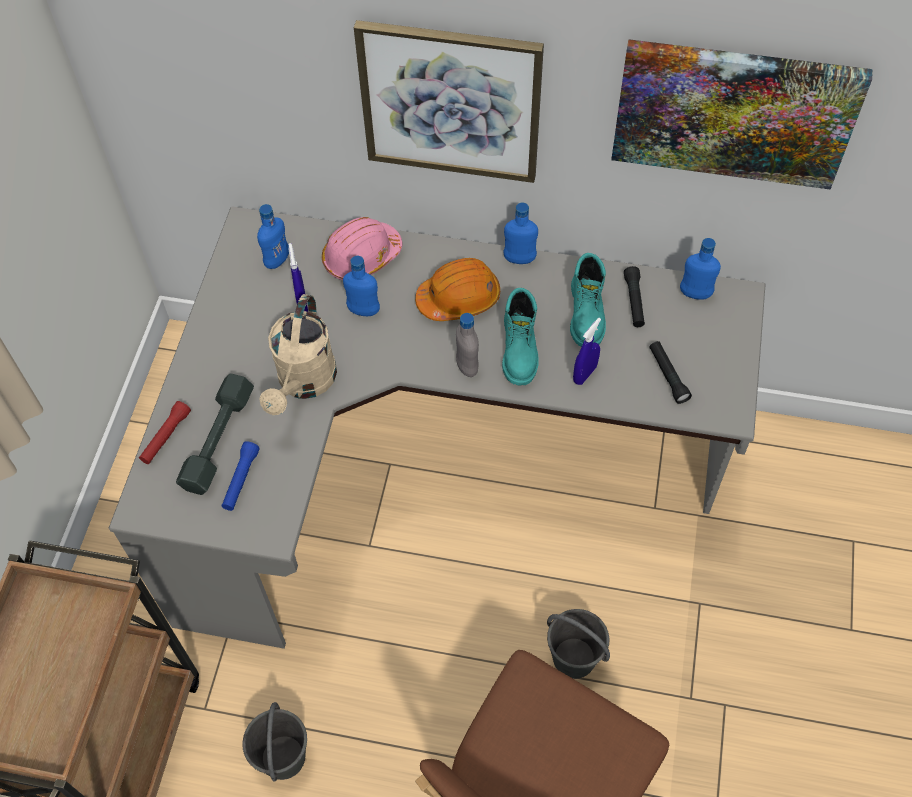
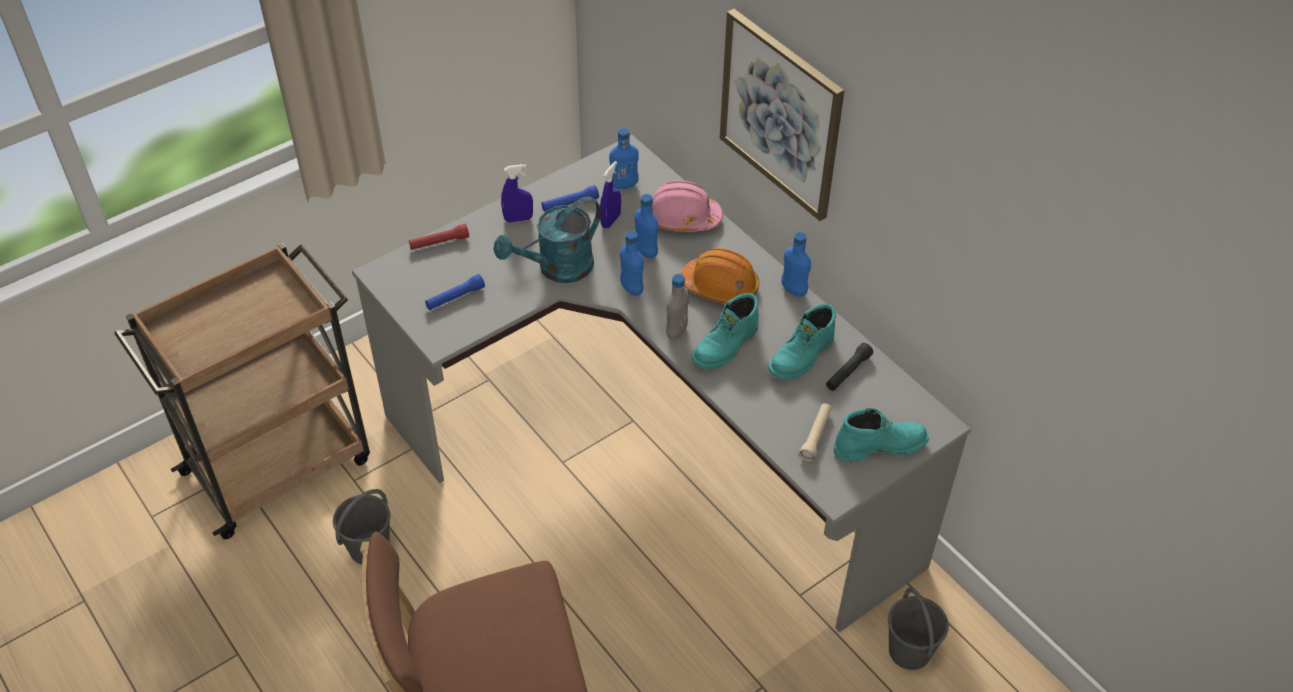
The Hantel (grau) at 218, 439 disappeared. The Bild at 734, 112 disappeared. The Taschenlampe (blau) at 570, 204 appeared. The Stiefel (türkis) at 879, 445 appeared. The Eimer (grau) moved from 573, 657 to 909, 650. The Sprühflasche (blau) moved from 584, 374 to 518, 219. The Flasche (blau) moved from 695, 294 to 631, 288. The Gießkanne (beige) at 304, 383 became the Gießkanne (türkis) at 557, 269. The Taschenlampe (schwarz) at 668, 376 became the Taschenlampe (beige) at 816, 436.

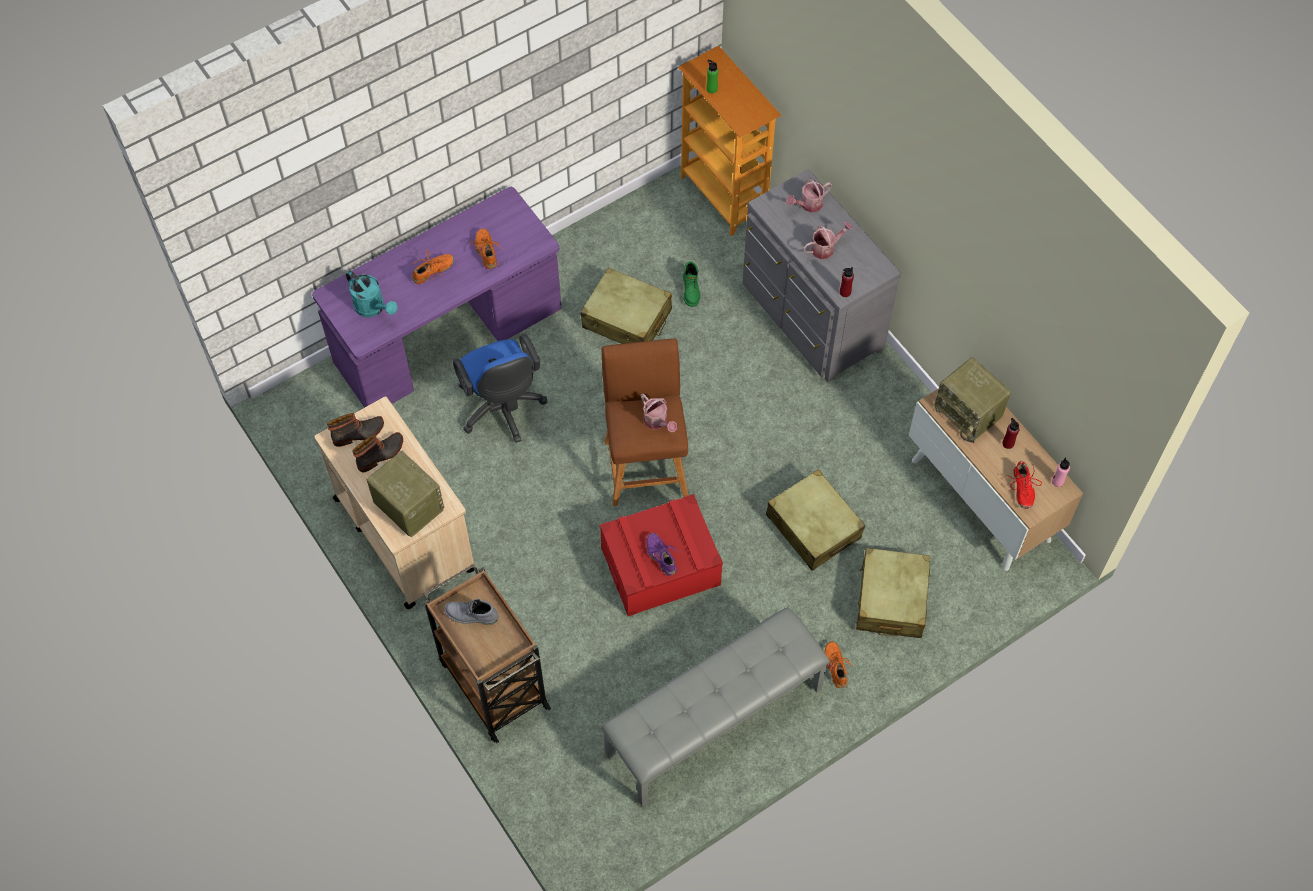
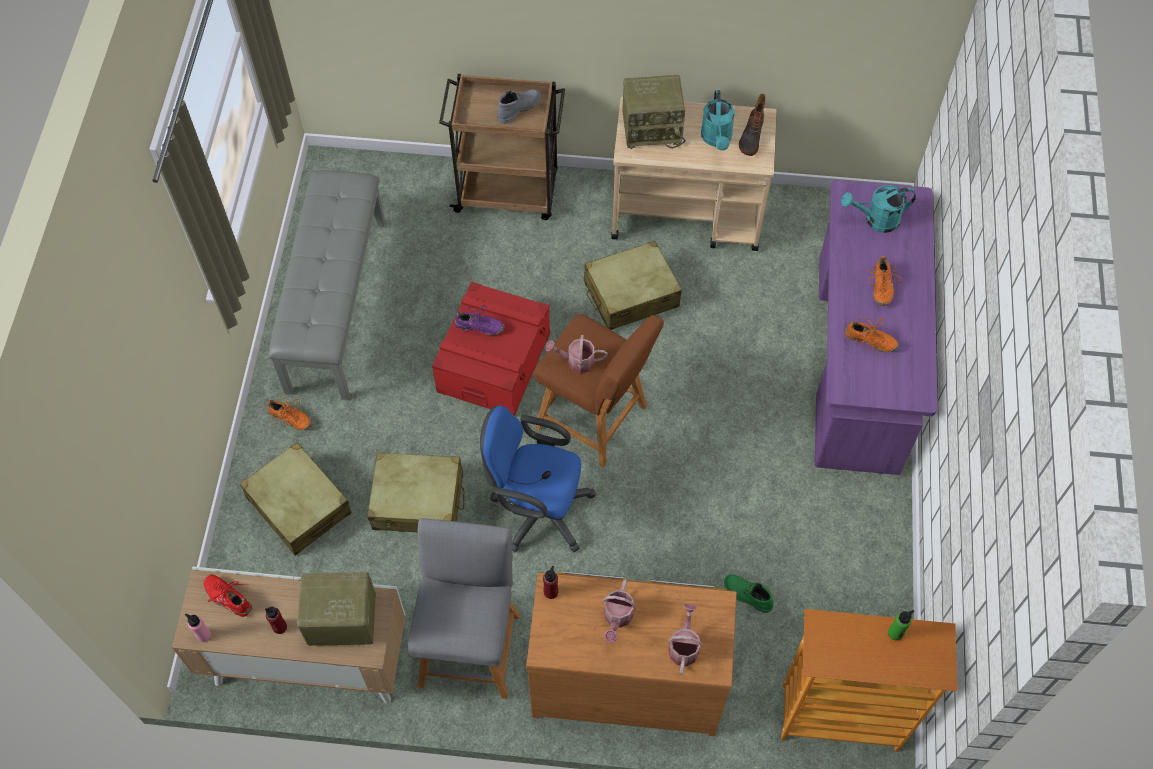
The Hocker (grau) at 470, 644 appeared. The Bürostuhl (blau) moved from 502, 410 to 537, 509. The Koffer (beige) moved from 627, 319 to 630, 294. The Stiefel at 381, 455 was replaced by the Gießkanne (türkis) at 717, 139. The Kommode (grau) at 810, 317 became the Kommode (braun) at 626, 678.

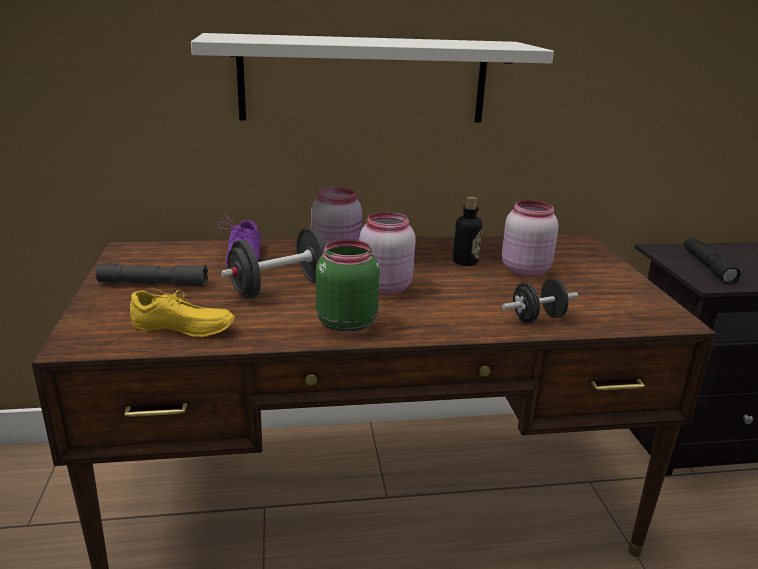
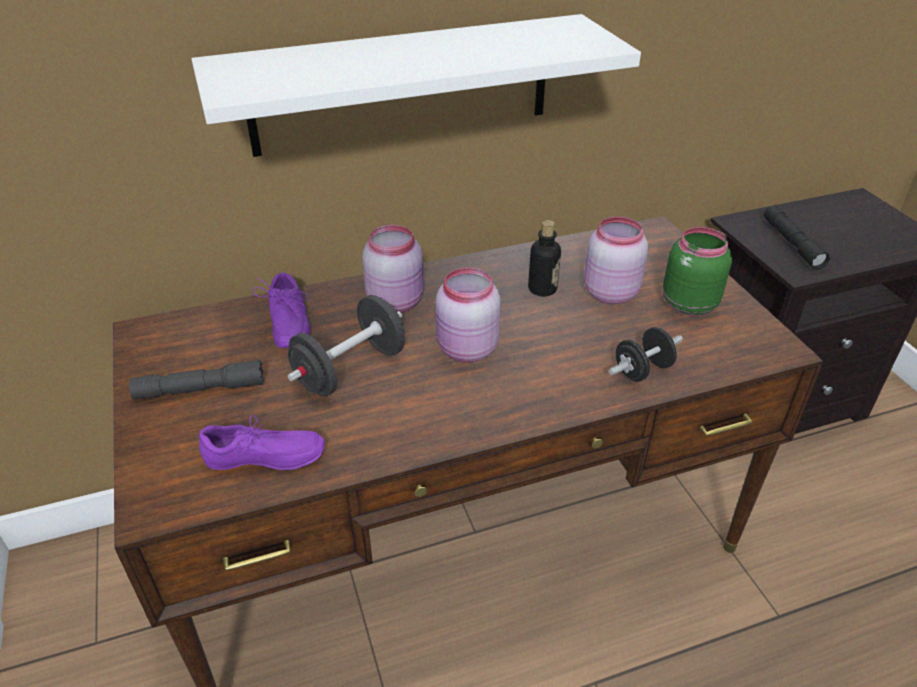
The Vorratsglas (grün) moved from 345, 324 to 687, 304. The Schuh (gelb) at 182, 329 became the Schuh (lila) at 264, 460.

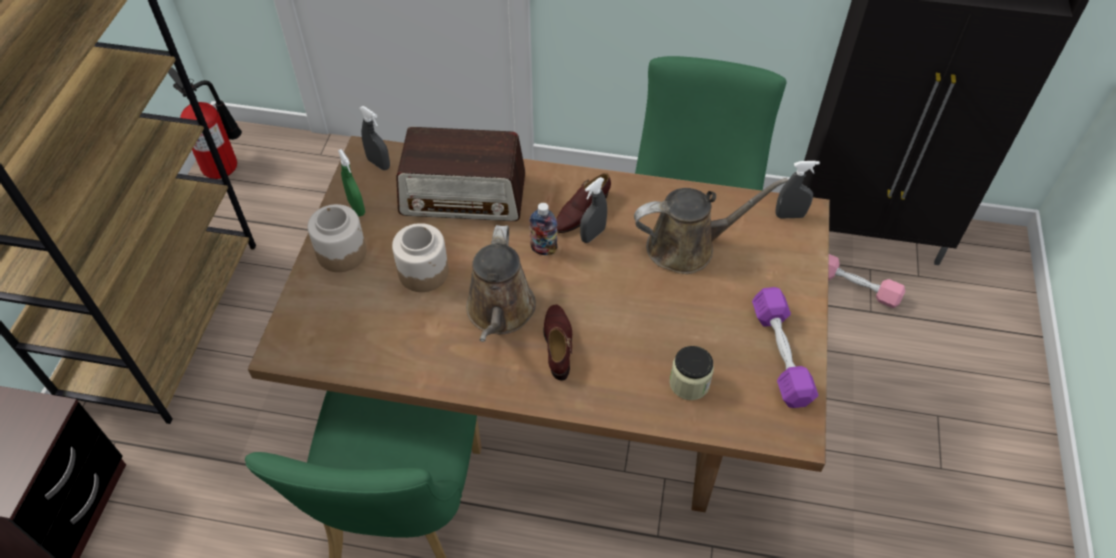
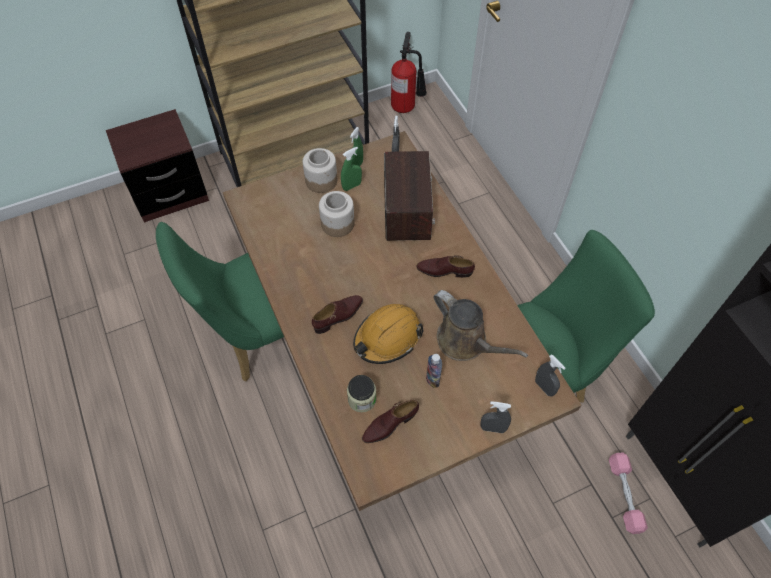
The Gießkanne (braun) at 500, 313 disappeared. The Hantel (lila) at 780, 355 disappeared. The Sprühflasche (grün) at 352, 186 appeared. The Schutzhelm (orange) at 387, 338 appeared. The Schuh (braun) at 389, 424 appeared. The Flasche moved from 543, 249 to 432, 379. The Sprühflasche (grau) moved from 593, 234 to 493, 428. The Radio at 464, 195 turned 150 degrees counterclockwise.

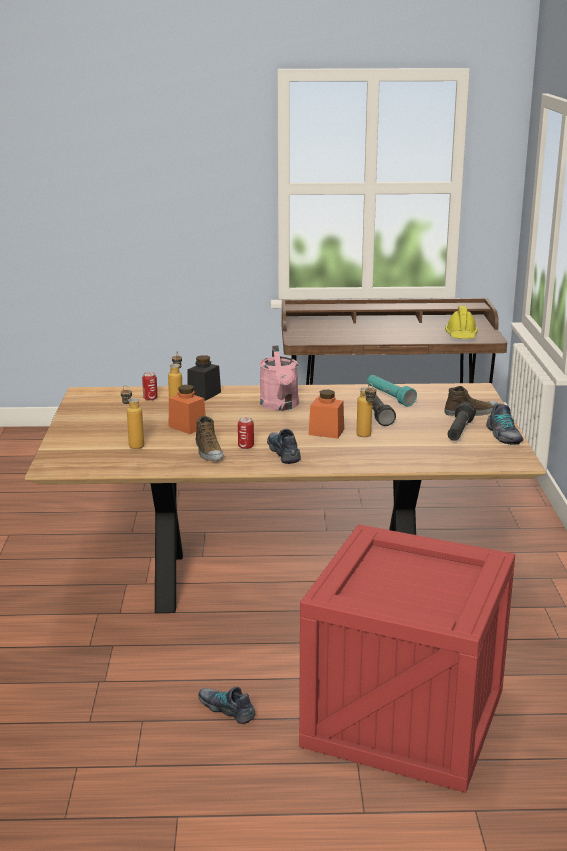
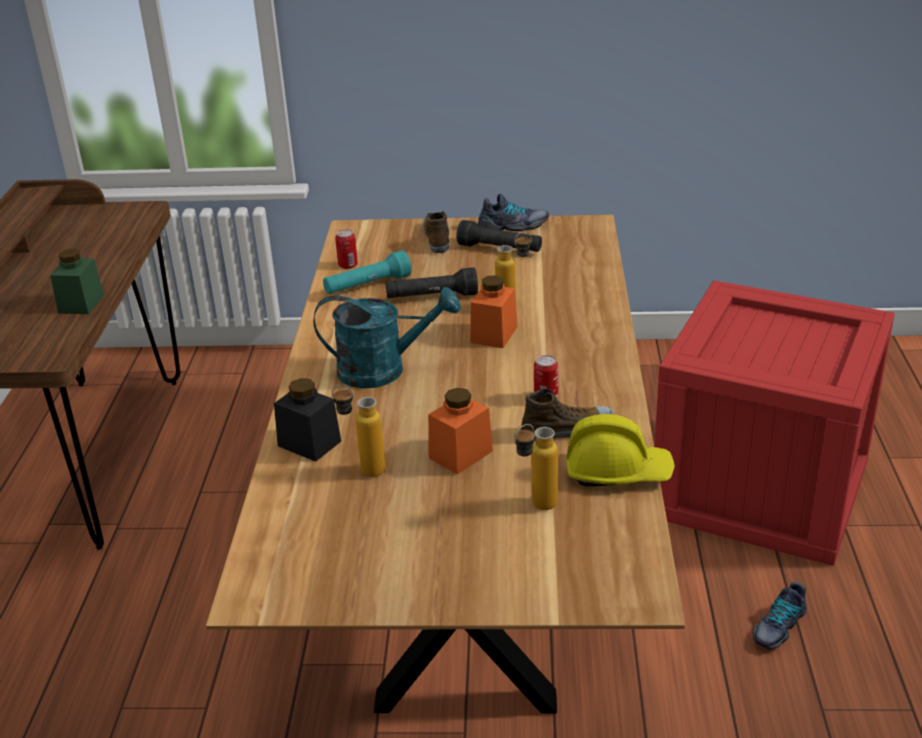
The Schuh at 284, 452 disappeared. The Vorratsglas (grün) at 81, 304 appeared. The Dose moved from 150, 398 to 348, 265. The Schutzhelm (gelb) moved from 461, 336 to 617, 471. The Gießkanne (rosa) at 280, 406 became the Gießkanne (türkis) at 384, 370.

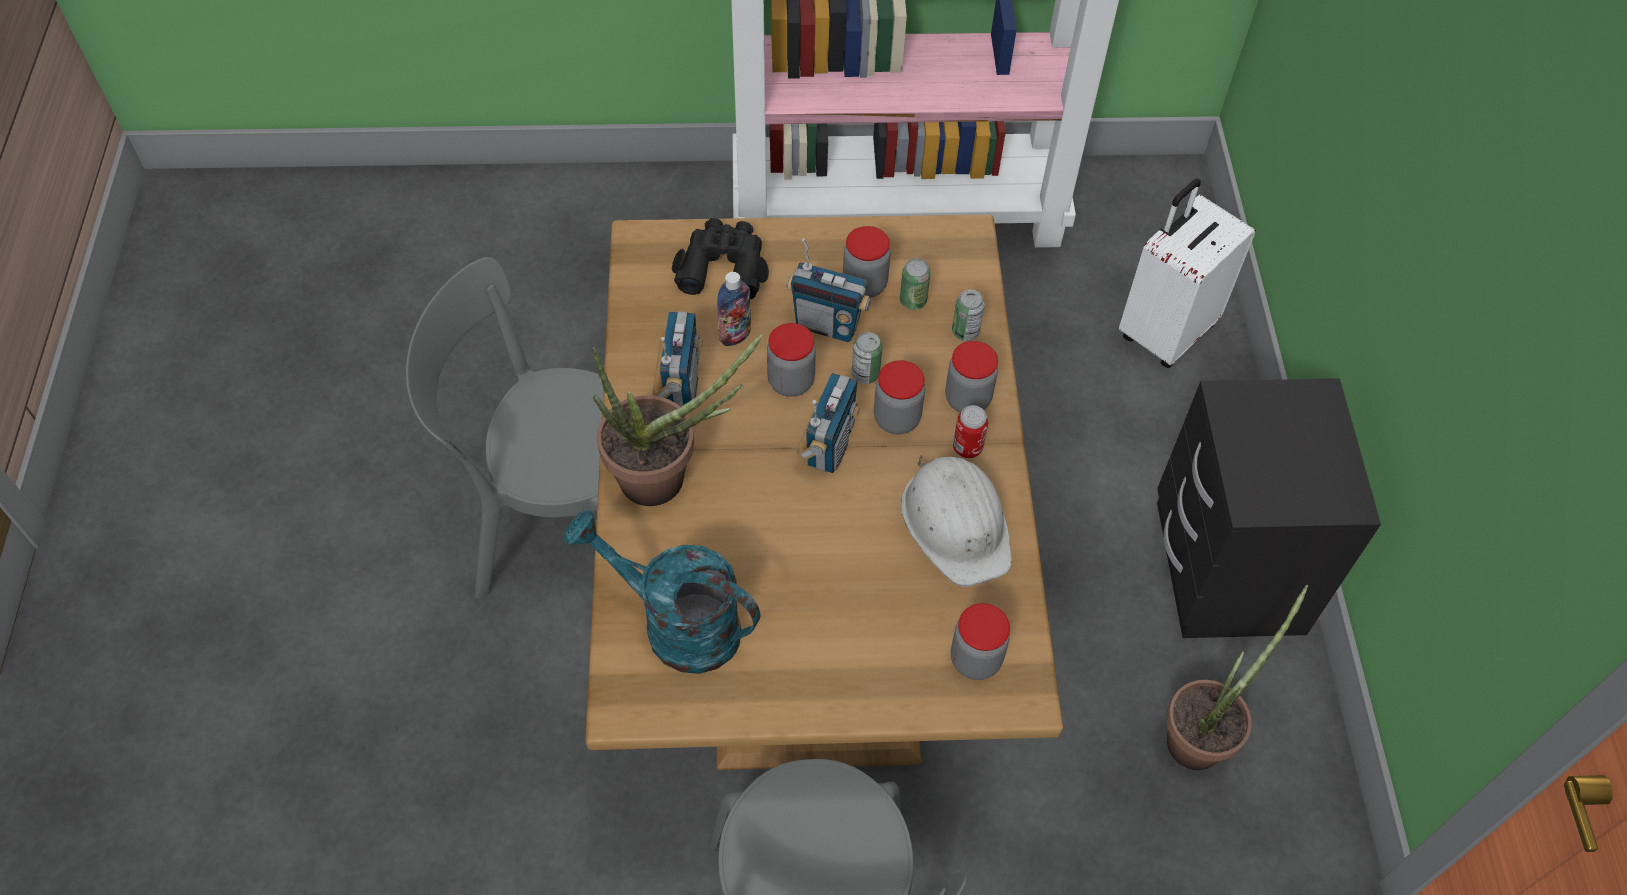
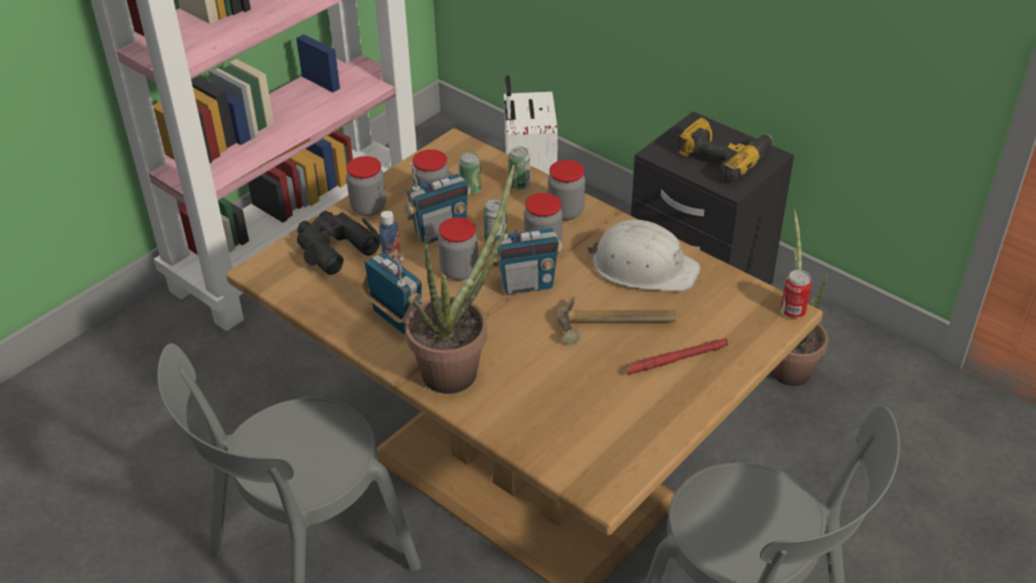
The Gießkanne (türkis) at 676, 624 disappeared. The Hammer at 615, 326 appeared. The Taschenlampe (rot) at 676, 360 appeared. The Bohrmaschine at 723, 157 appeared. The Vorratsglas moved from 975, 659 to 368, 208. The Dose moved from 967, 447 to 793, 312. The Radio at 828, 447 turned 105 degrees clockwise.

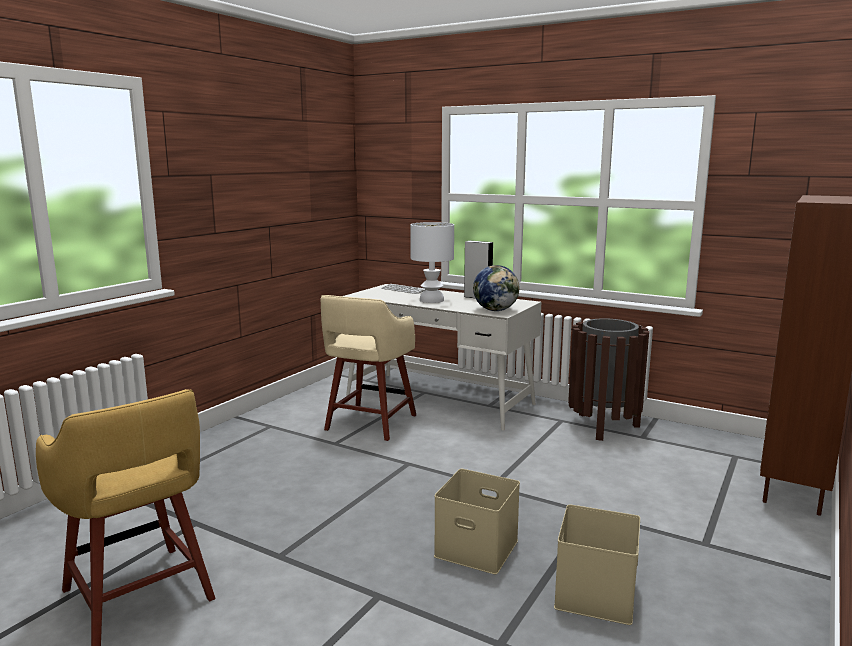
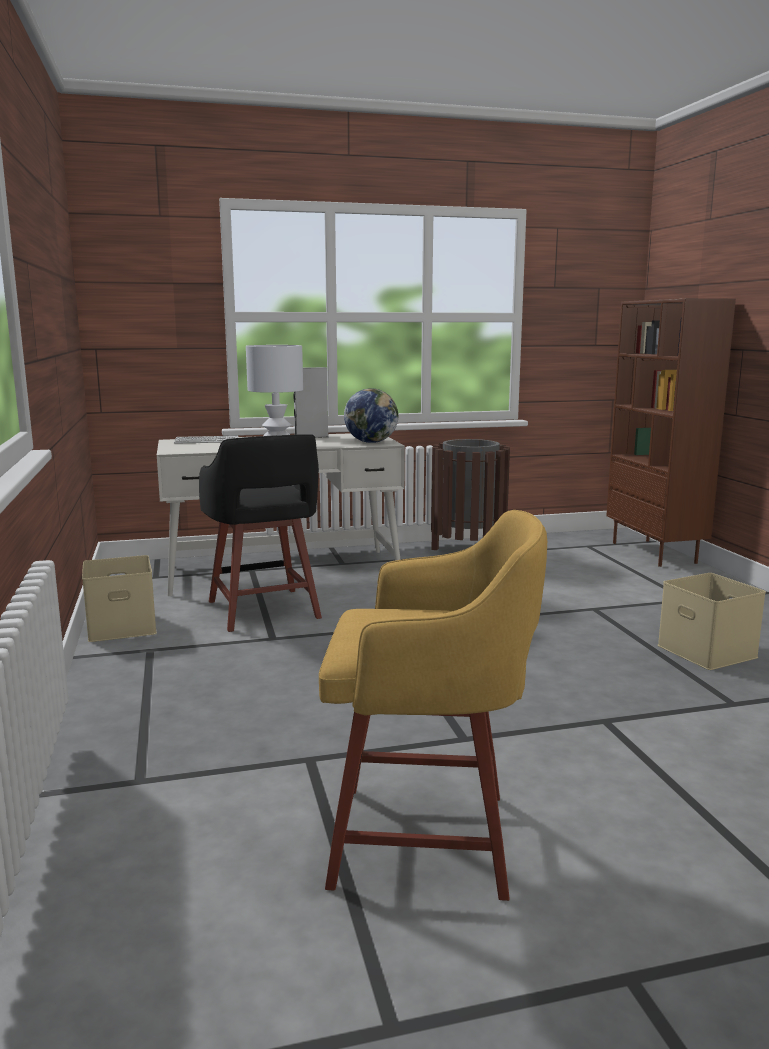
The Aufbewahrungsbox (beige) moved from 478, 548 to 123, 626. The Hocker (beige) at 369, 423 became the Hocker (schwarz) at 264, 611.

